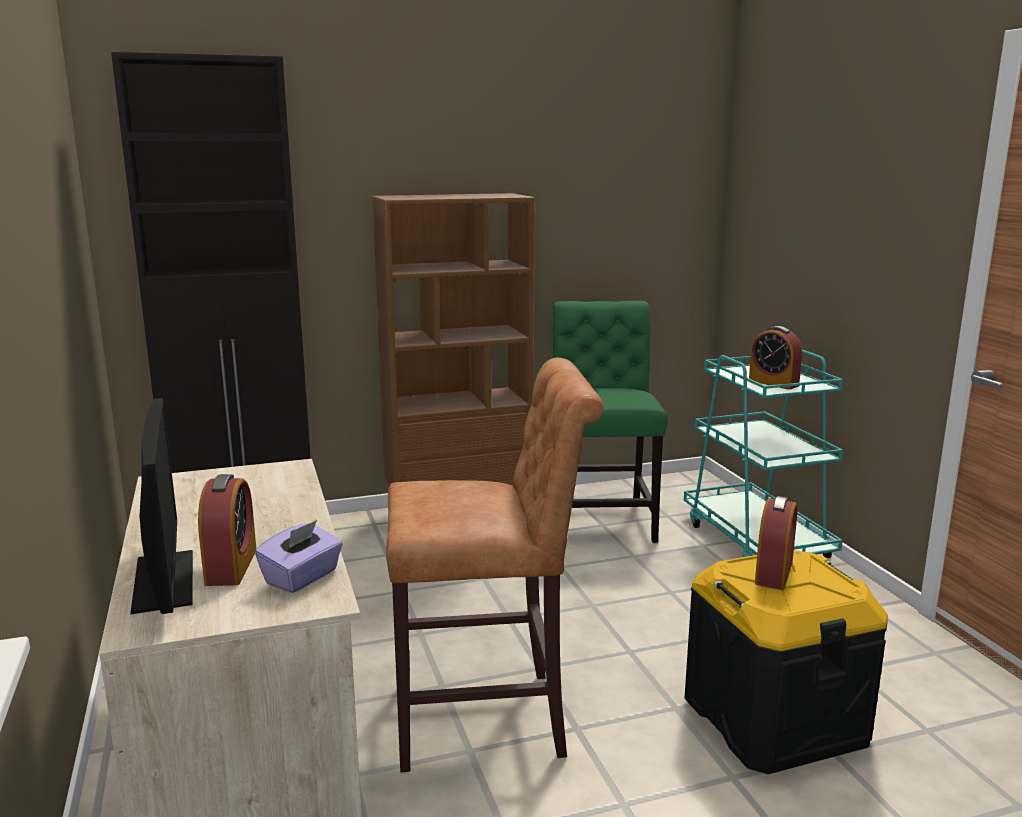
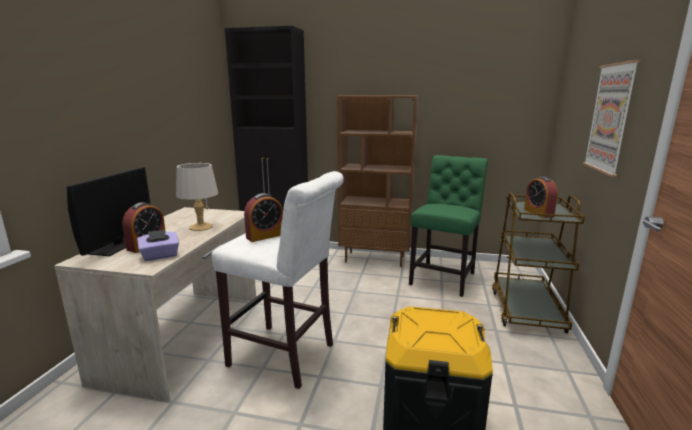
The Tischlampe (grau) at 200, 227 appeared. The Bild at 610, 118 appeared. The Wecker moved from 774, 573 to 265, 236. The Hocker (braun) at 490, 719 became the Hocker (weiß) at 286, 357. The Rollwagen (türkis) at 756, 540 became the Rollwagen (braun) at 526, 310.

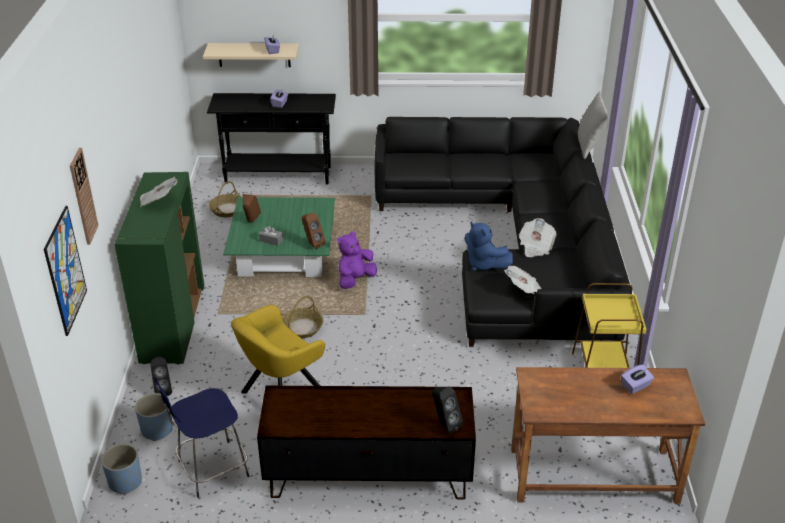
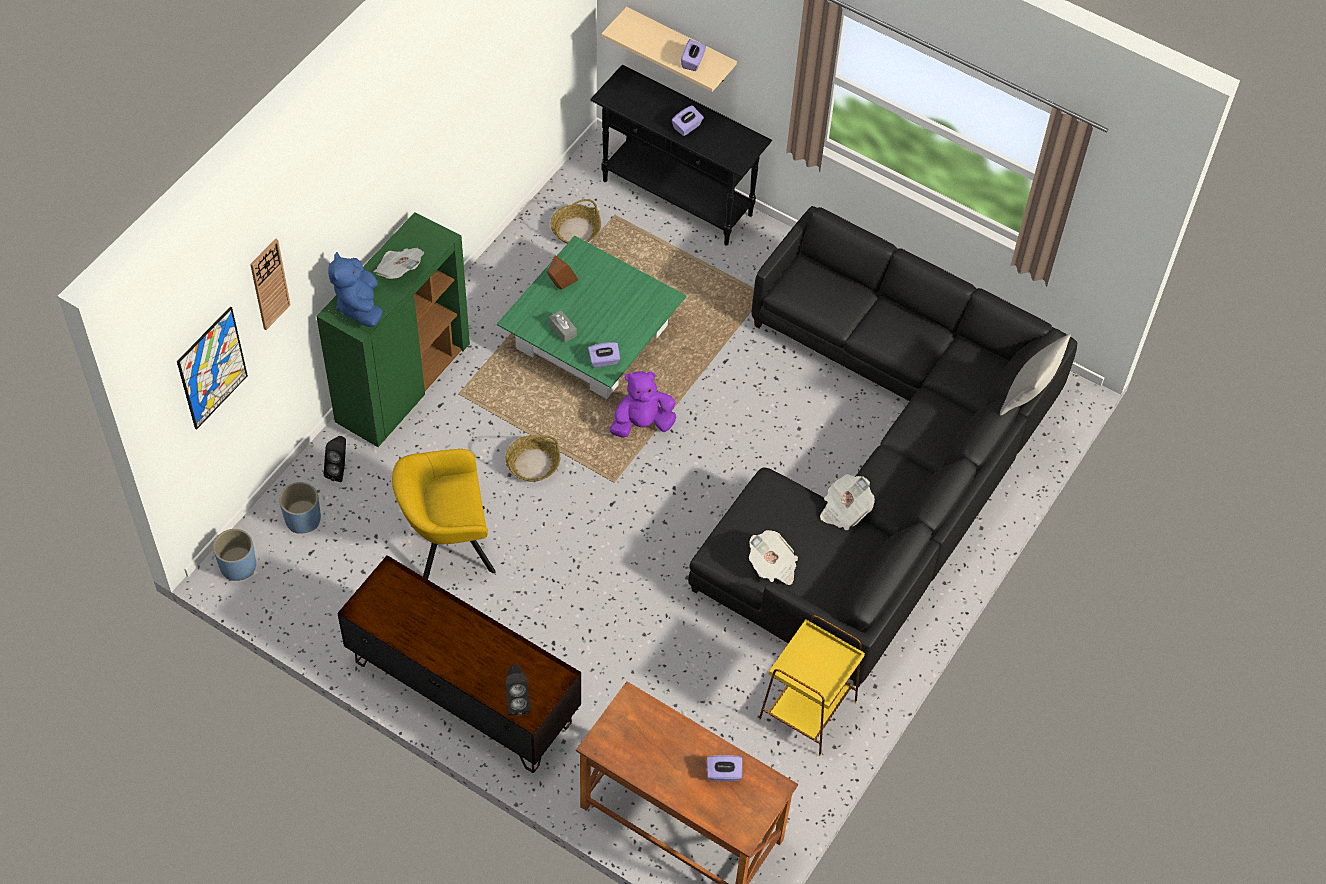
The Hocker (blau) at 210, 469 disappeared. The Plüschtier (blau) moved from 484, 264 to 359, 306. The Lautsprecher (braun) at 312, 244 was replaced by the Taschentuchbox (lila) at 604, 361.

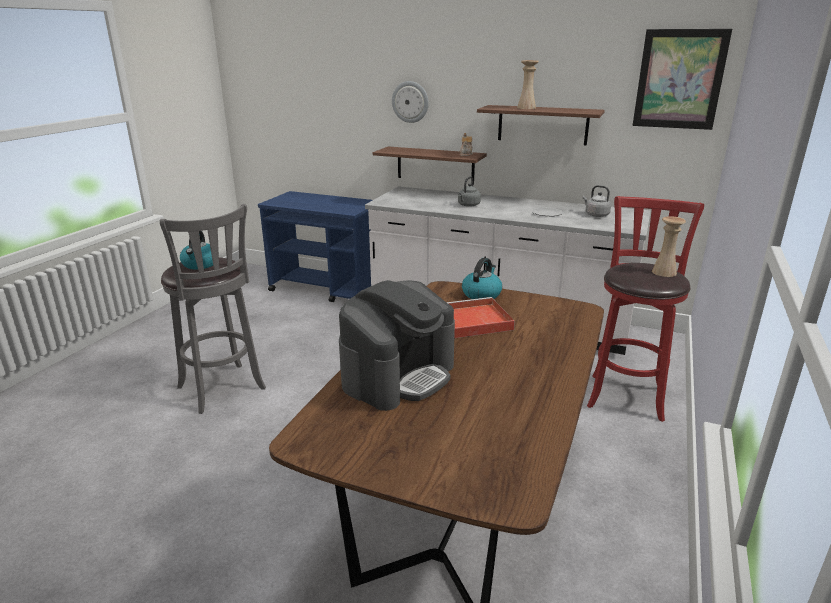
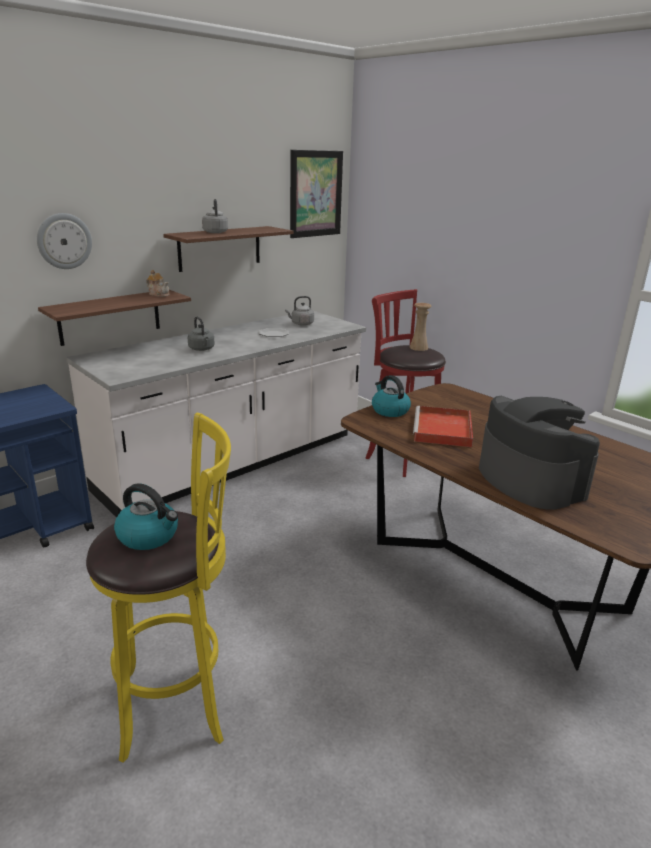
The Vase (beige) at 526, 108 was replaced by the Wasserkessel (grau) at 215, 232. The Hocker (grau) at 223, 390 became the Hocker (gelb) at 179, 704.

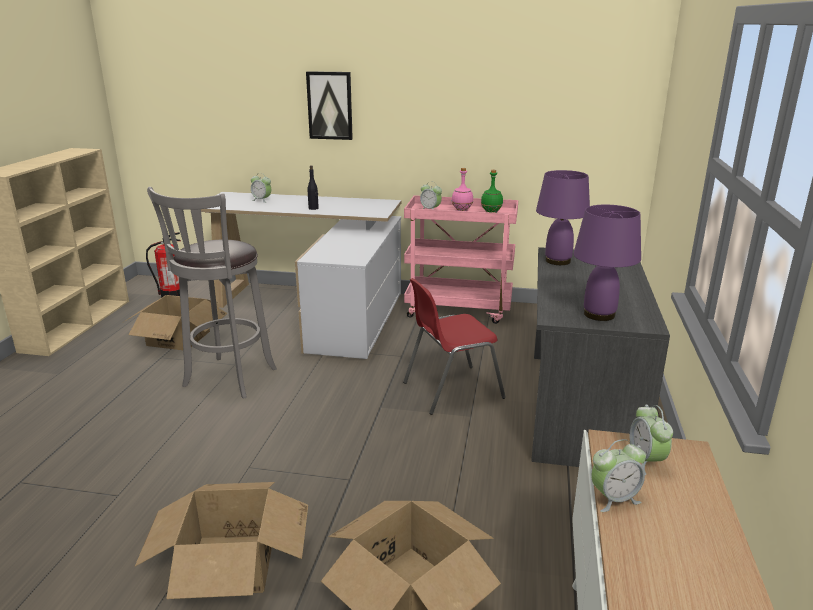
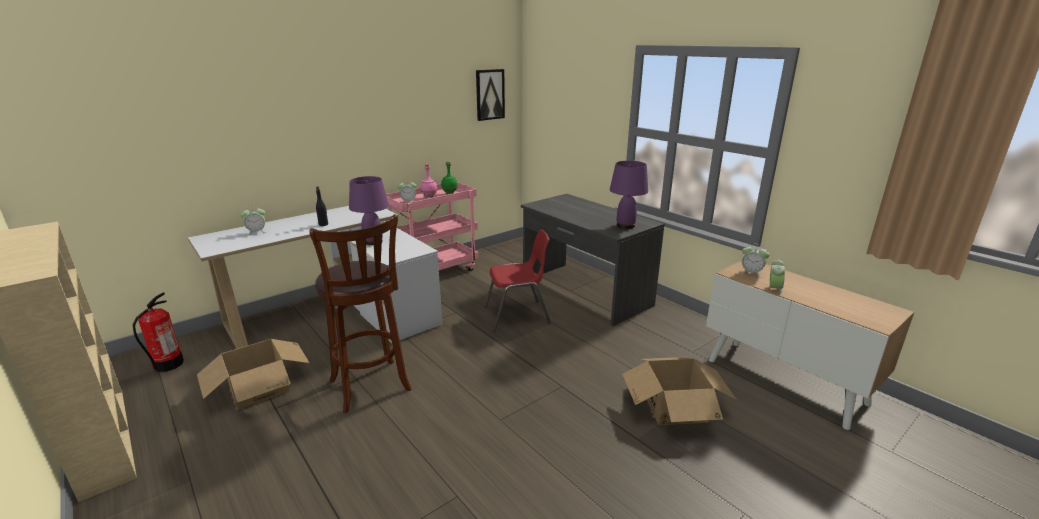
The Karton at 230, 563 disappeared. The Bild moved from 330, 105 to 489, 94. The Tischlampe (lila) moved from 558, 261 to 373, 242. The Hocker (grau) at 227, 379 became the Hocker (braun) at 371, 388. The Stuhl (rot) at 451, 390 turned 120 degrees counterclockwise.

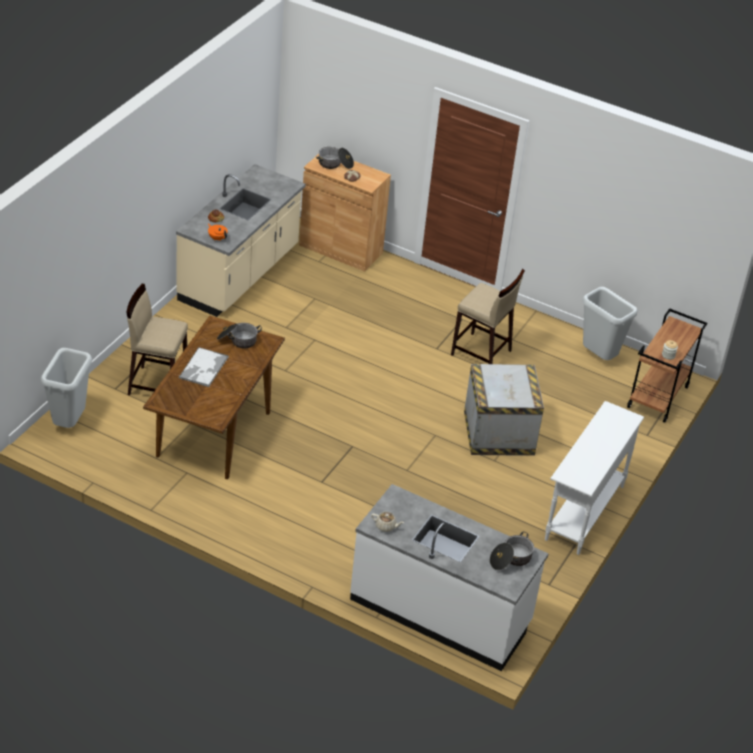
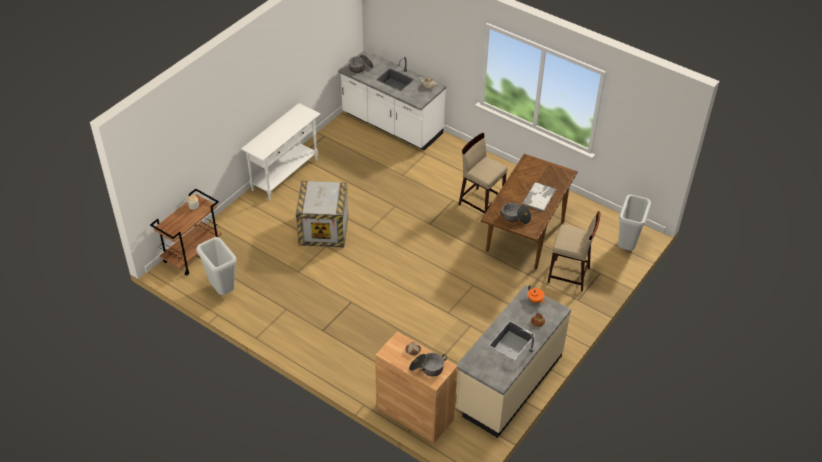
The Hocker (beige) moved from 481, 353 to 481, 203.

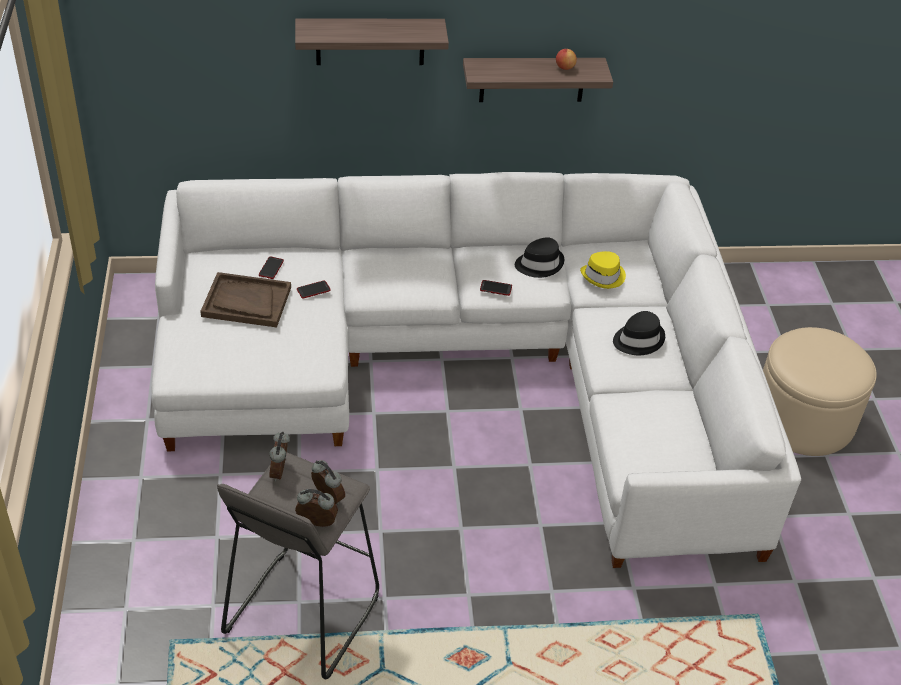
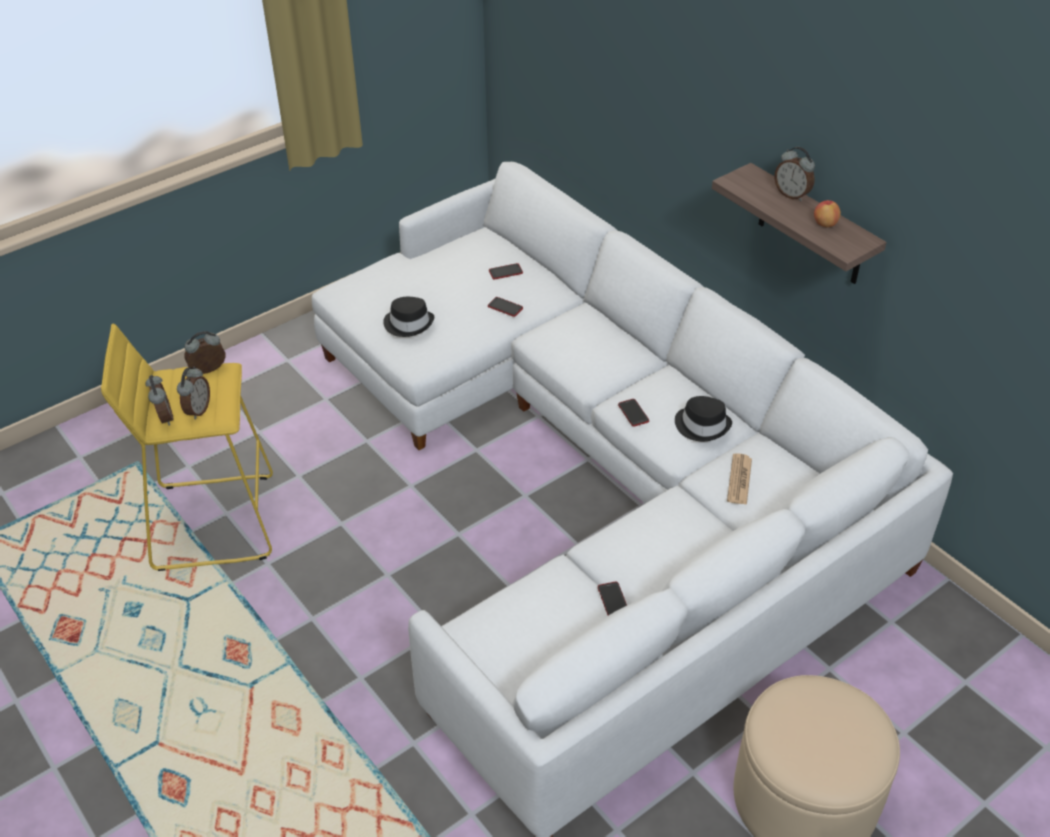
The Tablett (braun) at 246, 302 disappeared. The Wandregal at 370, 41 disappeared. The Handy at 613, 600 appeared. The Wecker at 792, 195 appeared. The Hut (schwarz) moved from 638, 339 to 409, 323. The Hut (gelb) at 603, 276 was replaced by the Zeitung at 739, 480. The Hocker (grau) at 301, 614 became the Hocker (gelb) at 214, 521.

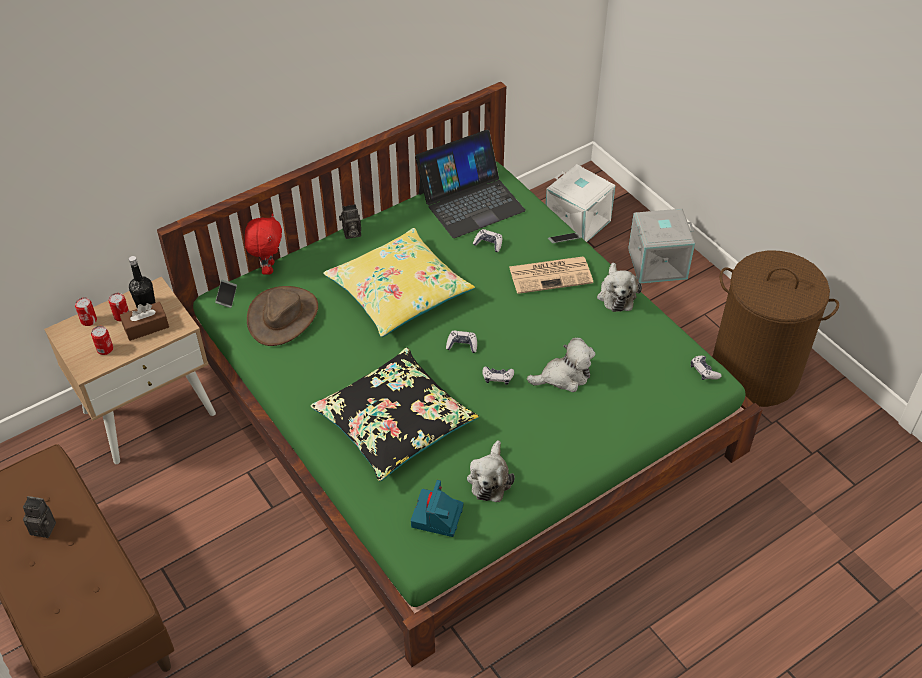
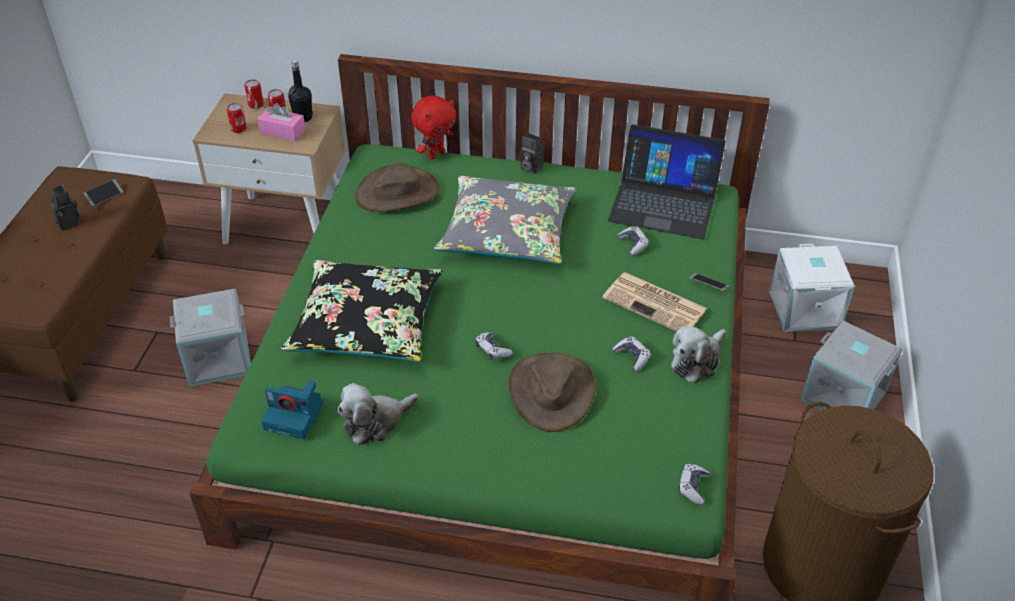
The Aufbewahrungsbox (grau) at 218, 357 appeared. The Handy moved from 226, 296 to 104, 195. The Gamepad moved from 462, 345 to 632, 357. The Plüschtier at 564, 376 was replaced by the Hut (braun) at 551, 391. The Taschentuchbox (braun) at 146, 327 became the Taschentuchbox (rosa) at 283, 131. The Kissen (gelb) at 399, 292 became the Kissen (grau) at 507, 233. The Kamera at 437, 517 turned 135 degrees counterclockwise.

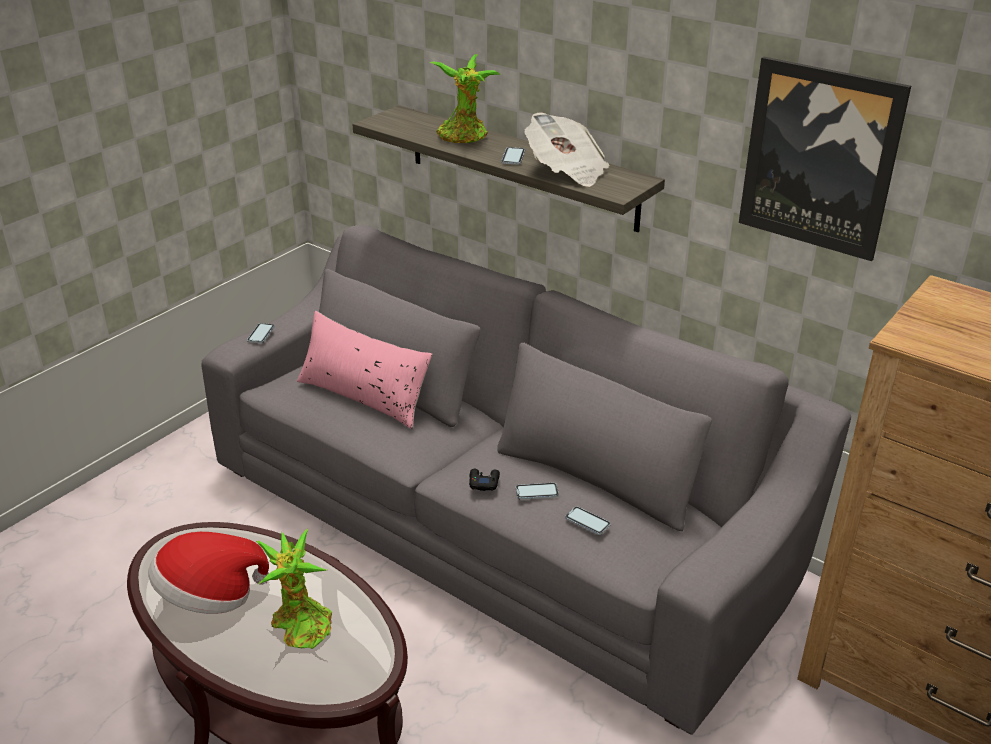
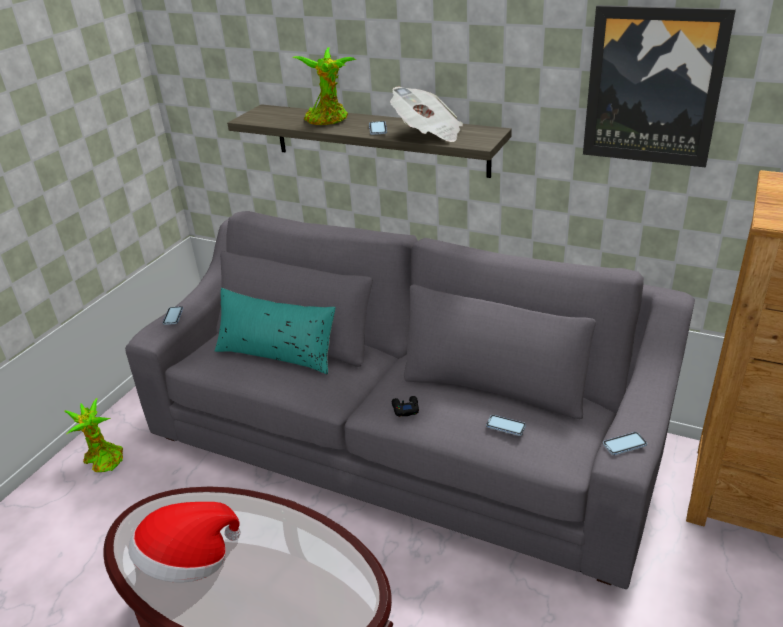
The Topfpflanze moved from 300, 624 to 103, 459. The Handy moved from 537, 492 to 624, 444. The Kissen (rosa) at 364, 395 became the Kissen (türkis) at 277, 353.

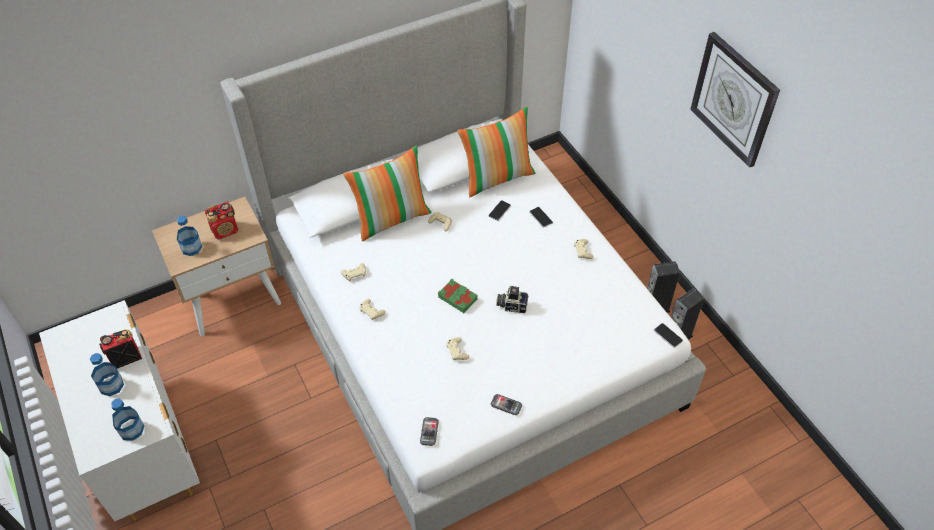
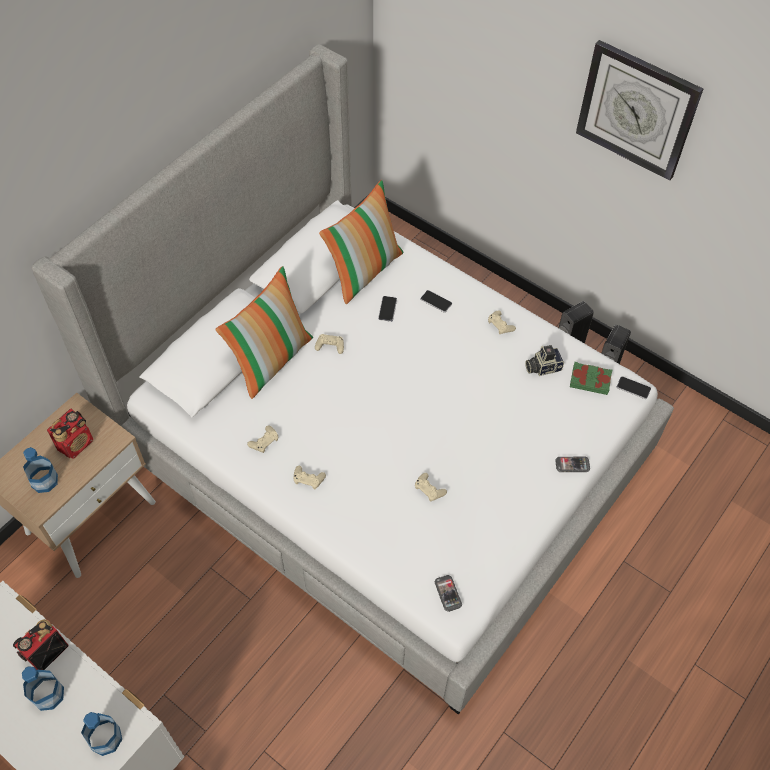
The Buch (grün) moved from 458, 298 to 590, 380. The Handy moved from 506, 405 to 572, 465. The Kamera moved from 512, 305 to 542, 367.

